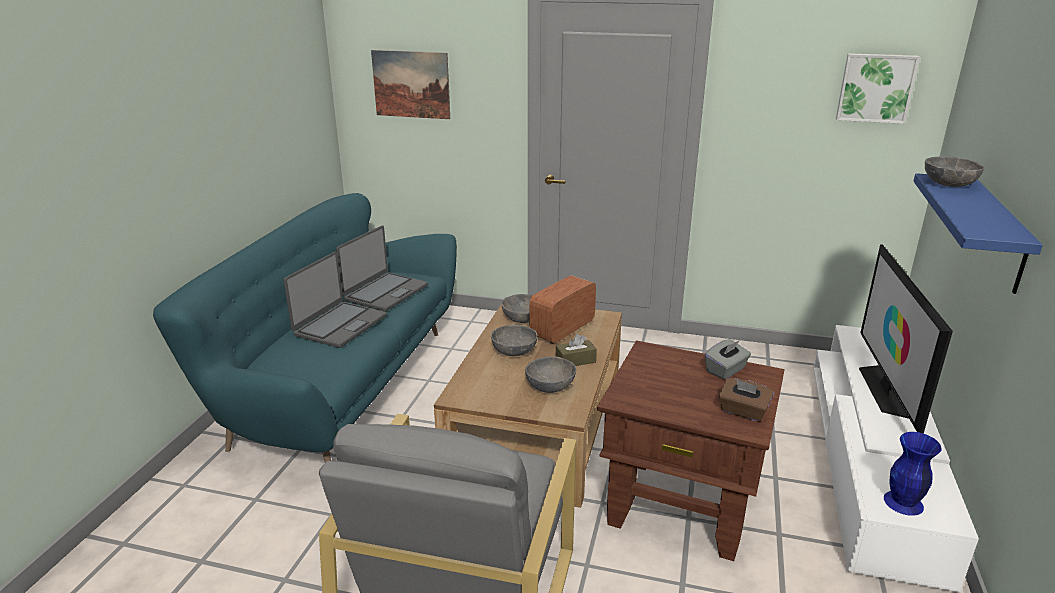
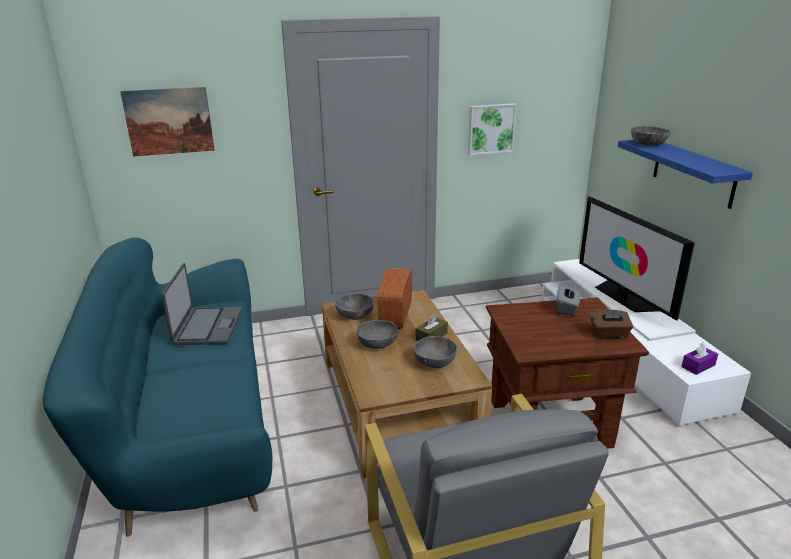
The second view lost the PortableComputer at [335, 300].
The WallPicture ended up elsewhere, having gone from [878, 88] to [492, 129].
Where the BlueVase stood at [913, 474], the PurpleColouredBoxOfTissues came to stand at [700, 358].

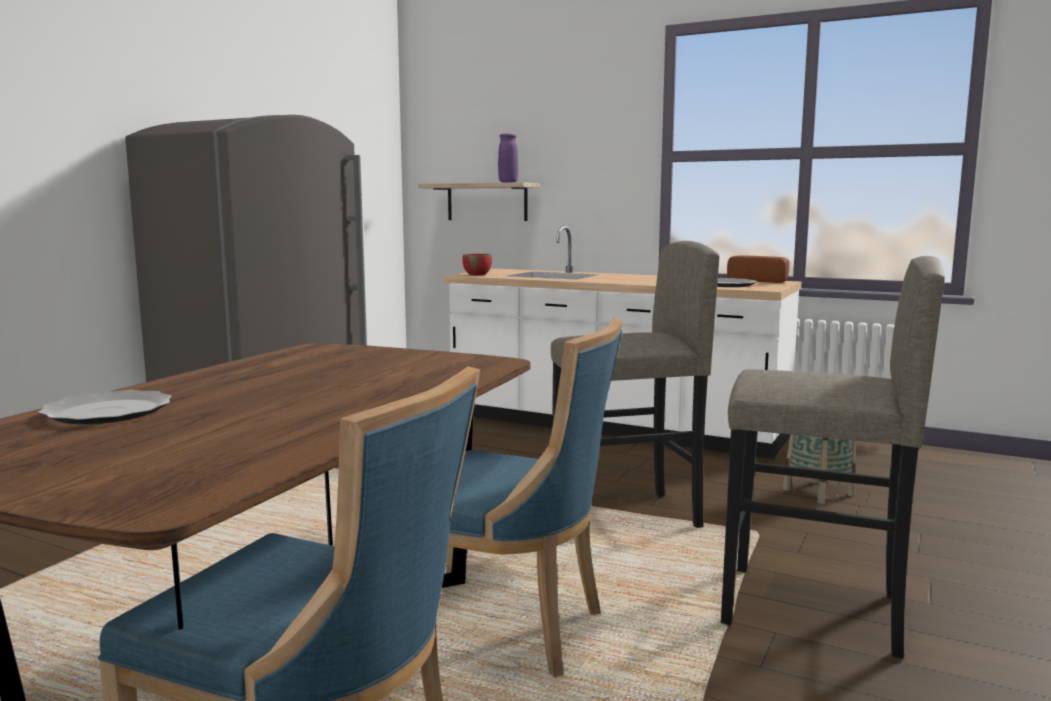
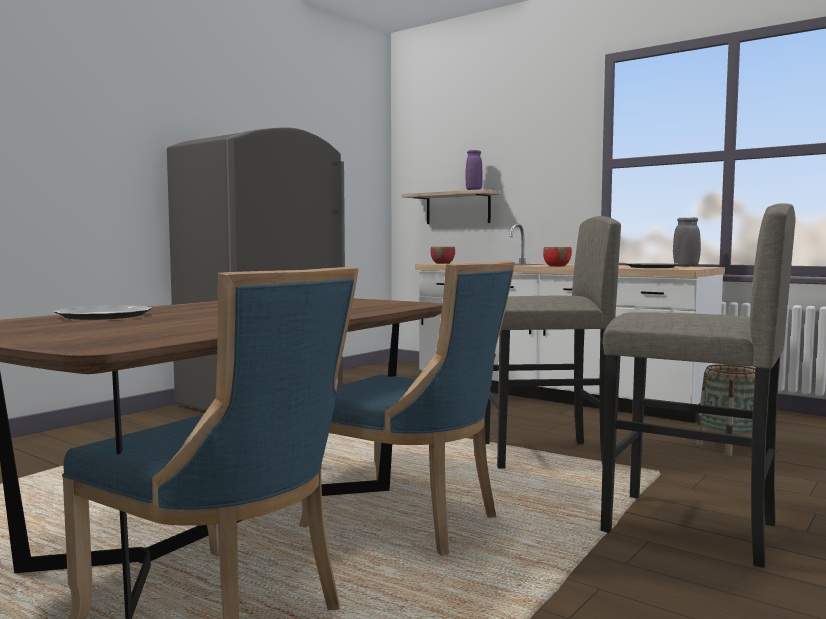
The second view gained the RedColouredBowl at [557, 256].
Where the BakedBread stood at [758, 269], the GrayVase came to stand at [687, 242].

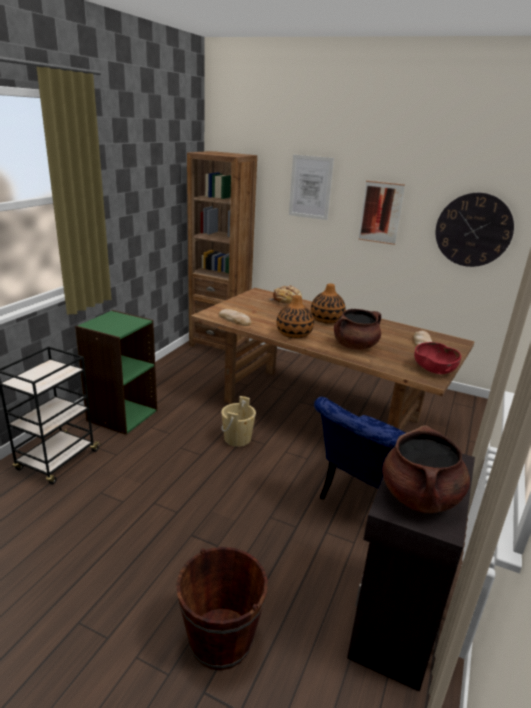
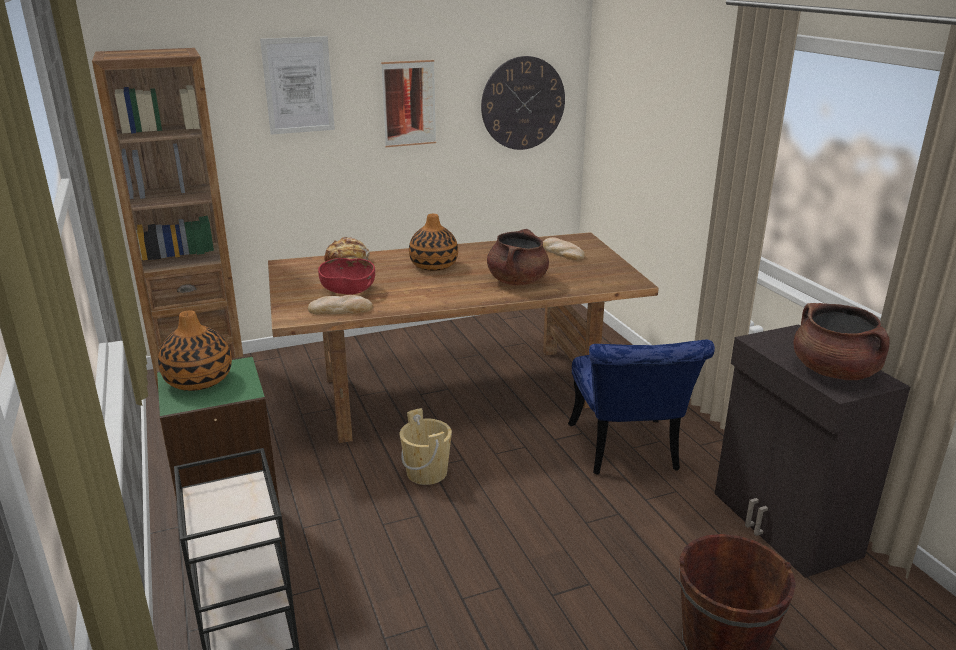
The Vase ended up elsewhere, having gone from [295, 316] to [195, 351].
The RedColouredBowl ended up elsewhere, having gone from [437, 358] to [346, 276].

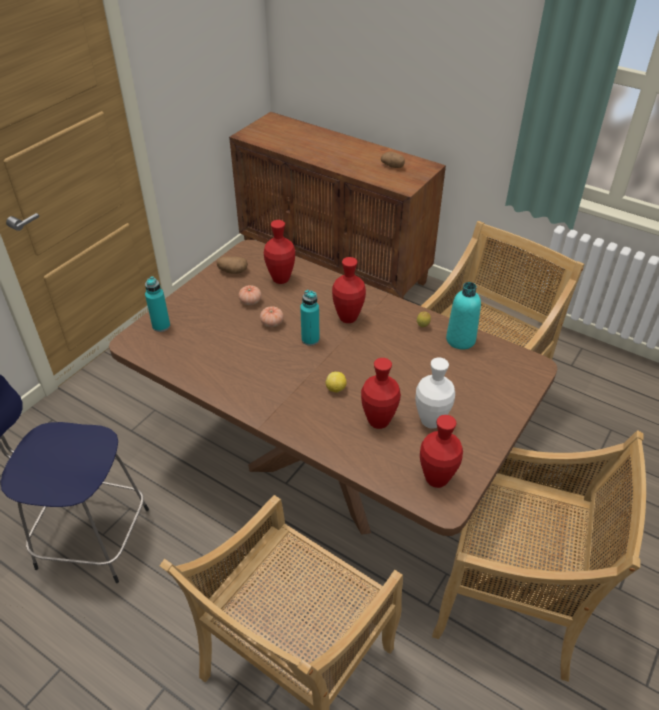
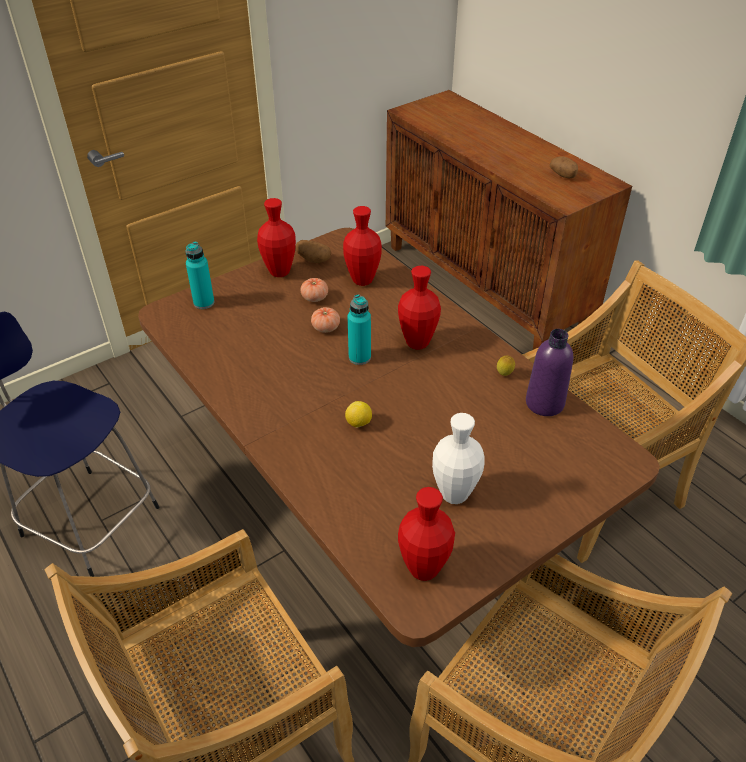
The RedColouredVase ended up elsewhere, having gone from [381, 393] to [276, 237].
What was the BlueGreenBottle at [463, 315] turned into the PurpleColouredBottle at [549, 372].

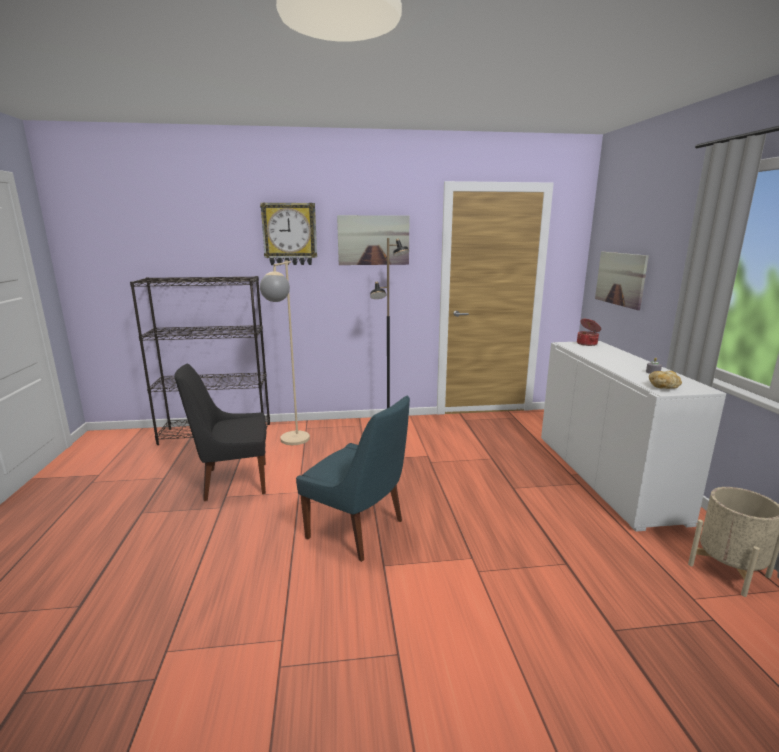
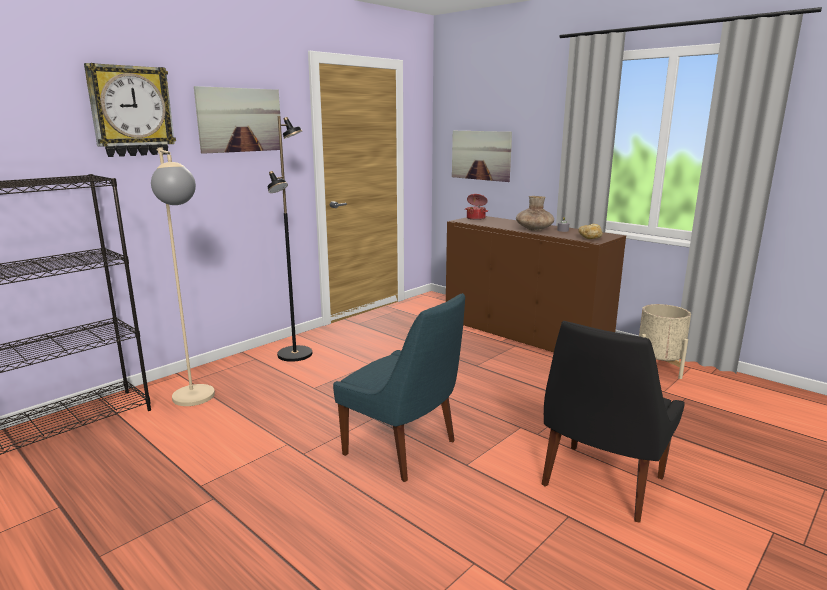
The second view gained the BrownColouredVase at [535, 213].
The BlackColouredPlainChair ended up elsewhere, having gone from [220, 432] to [613, 422].
What was the WhiteColouredCupboard at [633, 436] turned into the BrownColouredCupboard at [536, 284].
The BluePlainChair at [353, 479] ended up facing another way, 45 degrees clockwise from before.

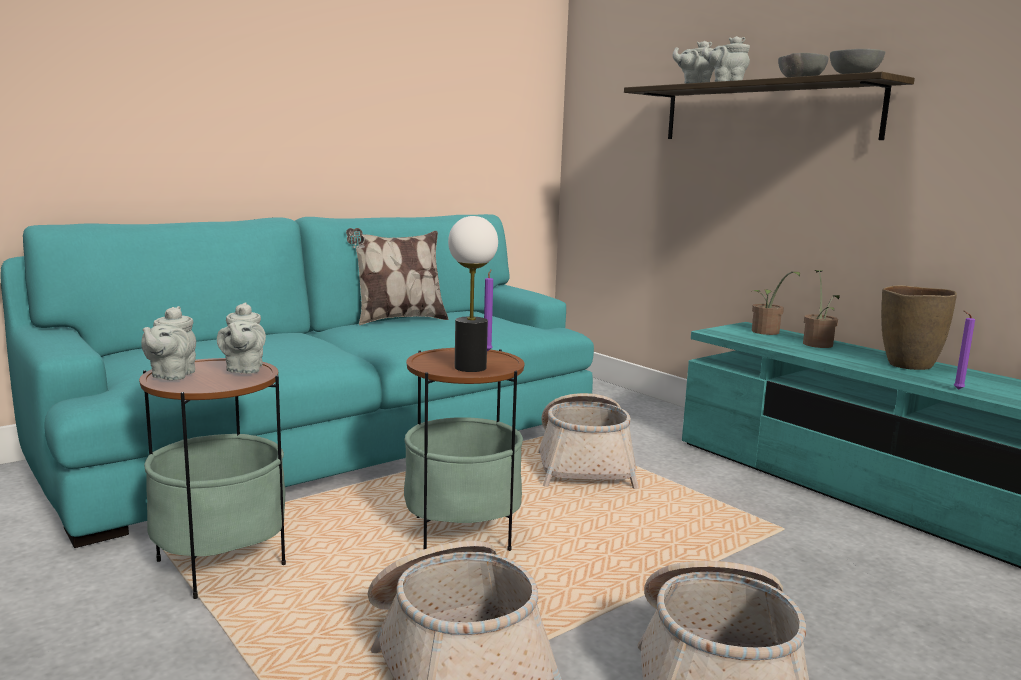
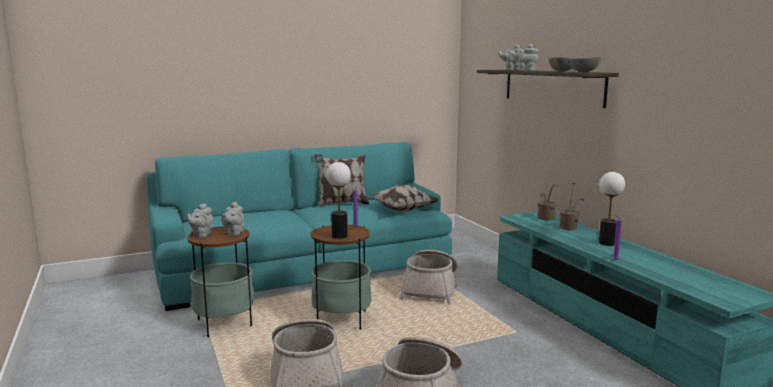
The second view gained the ThrowPillow at [402, 198].
Where the BrownColouredVase stood at [919, 327], the TableLamp came to stand at [612, 209].

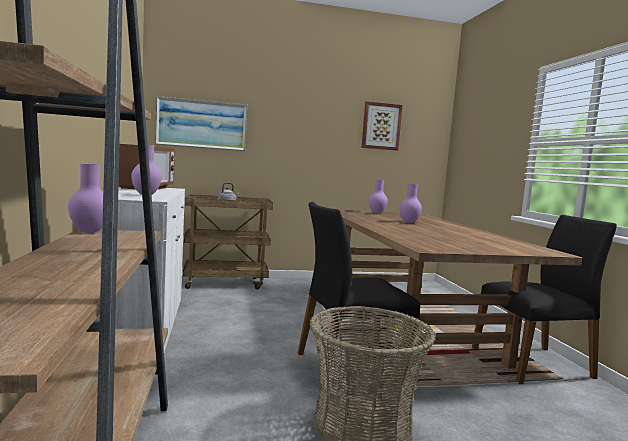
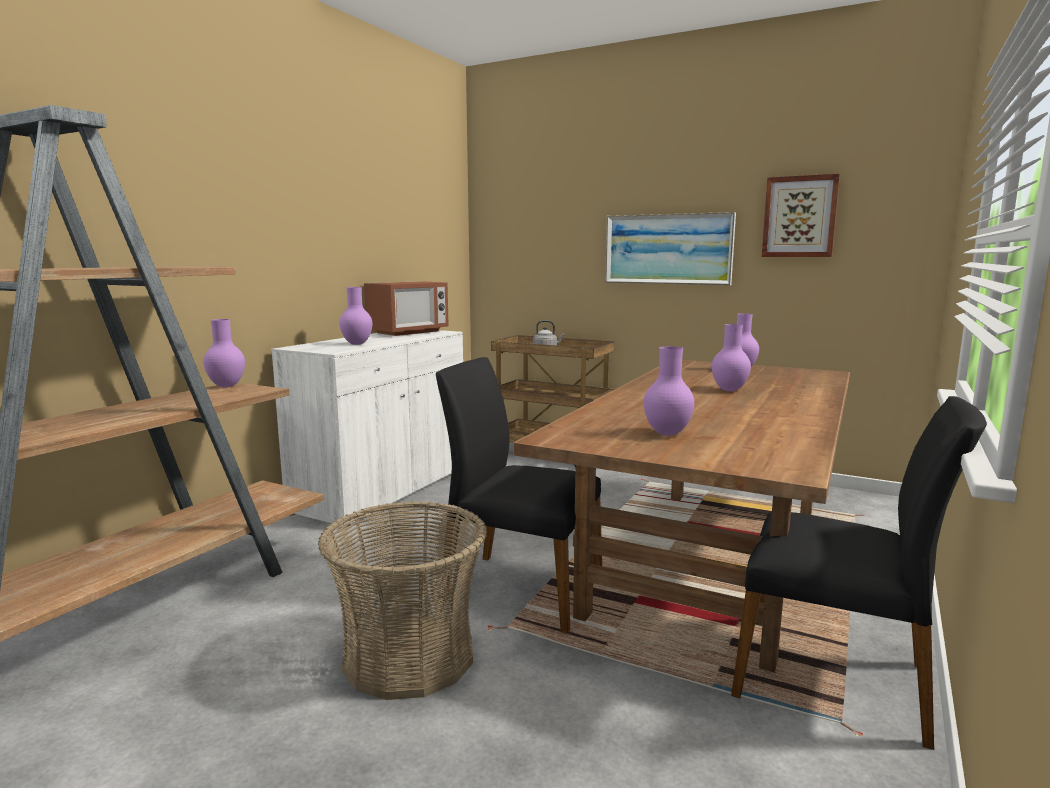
The second view gained the PurpleColouredVase at [669, 391].
The WallPicture ended up elsewhere, having gone from [201, 123] to [670, 248].

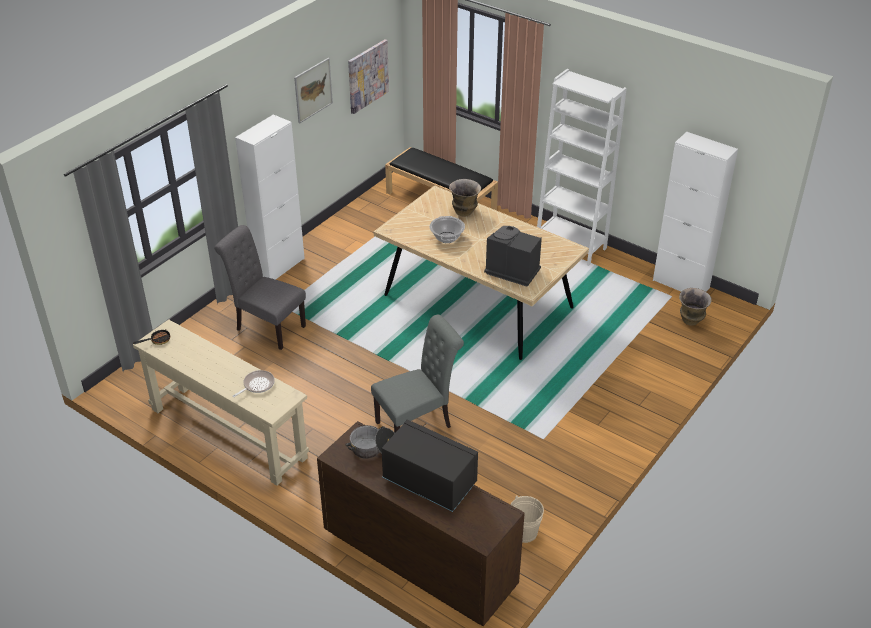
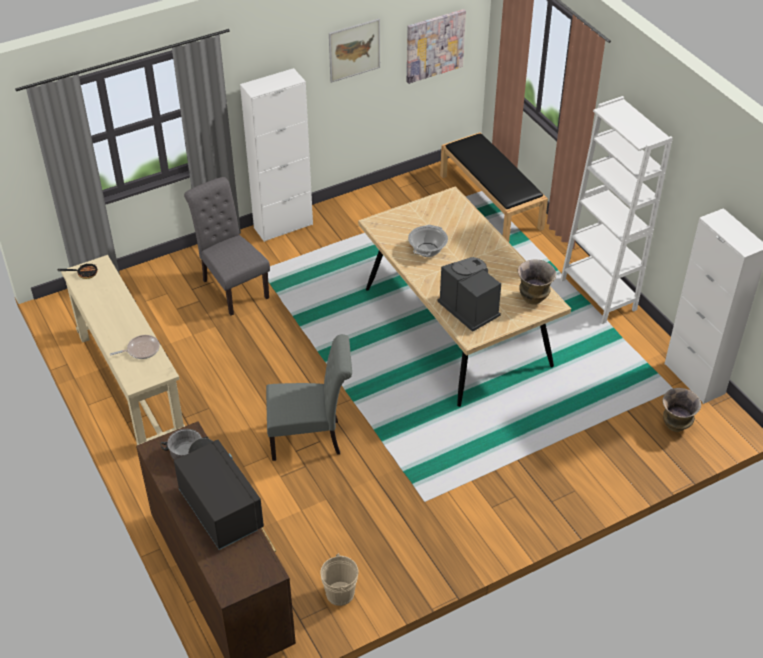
The Vase ended up elsewhere, having gone from [465, 197] to [537, 282].

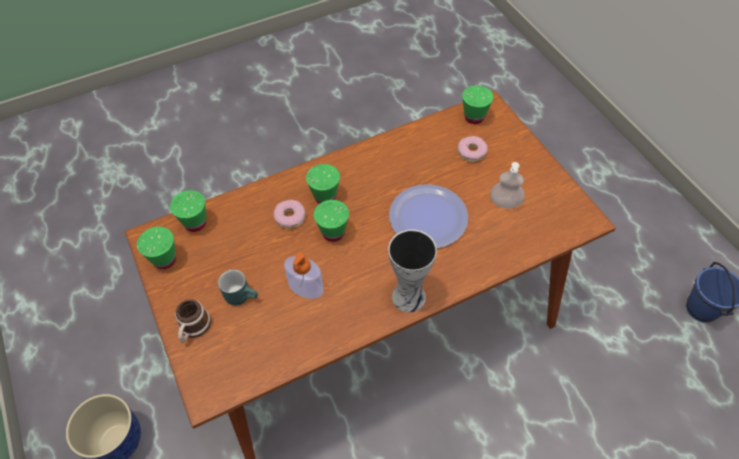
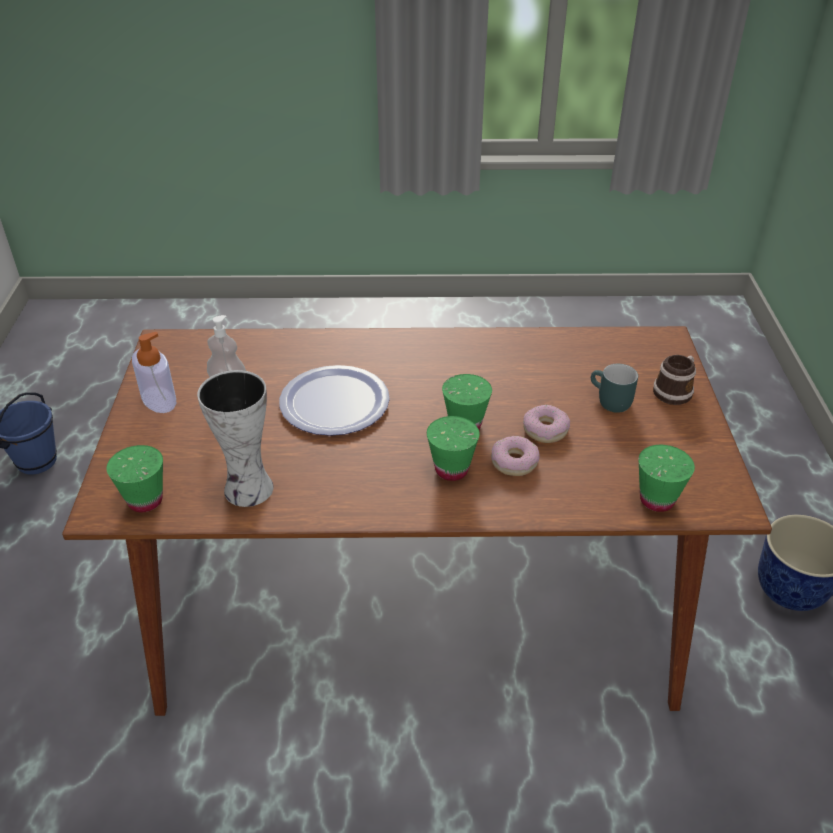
The second view lost the GreenishSmallCup at [156, 248].
The LiquidSoapBottle ended up elsewhere, having gone from [304, 275] to [154, 372].
The Vase ended up elsewhere, having gone from [412, 270] to [235, 438].
The Doughnut ended up elsewhere, having gone from [473, 149] to [546, 424].

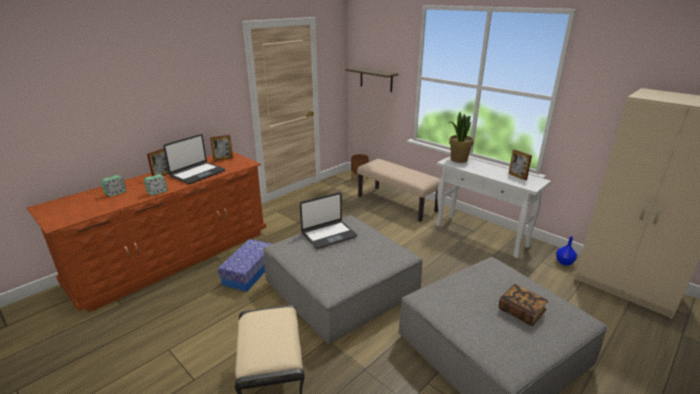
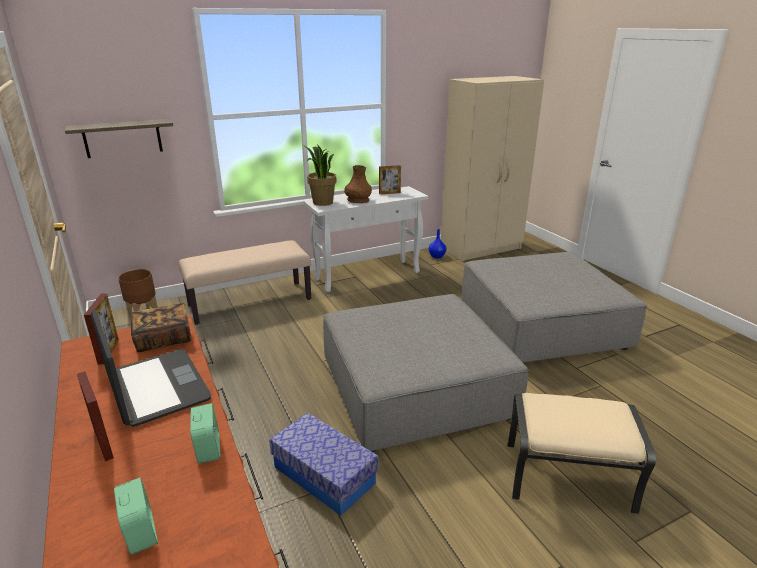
The second view lost the PortableComputer at [329, 221].
The second view gained the BrownColouredVase at [358, 184].
The BoundBook ended up elsewhere, having gone from [523, 305] to [161, 327].

